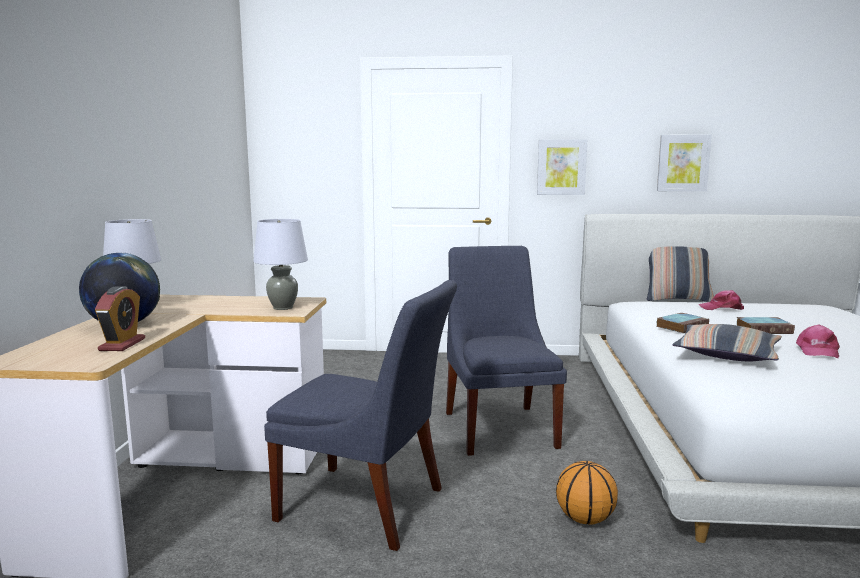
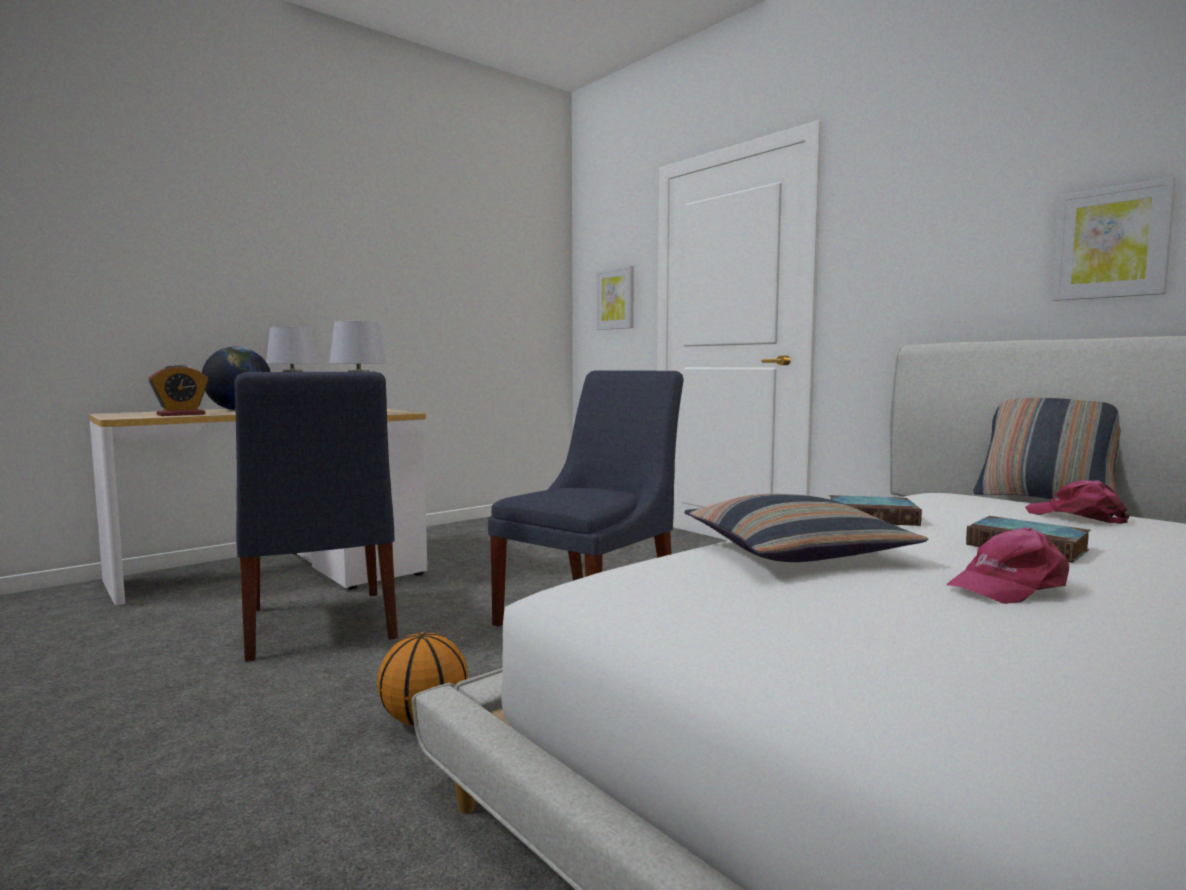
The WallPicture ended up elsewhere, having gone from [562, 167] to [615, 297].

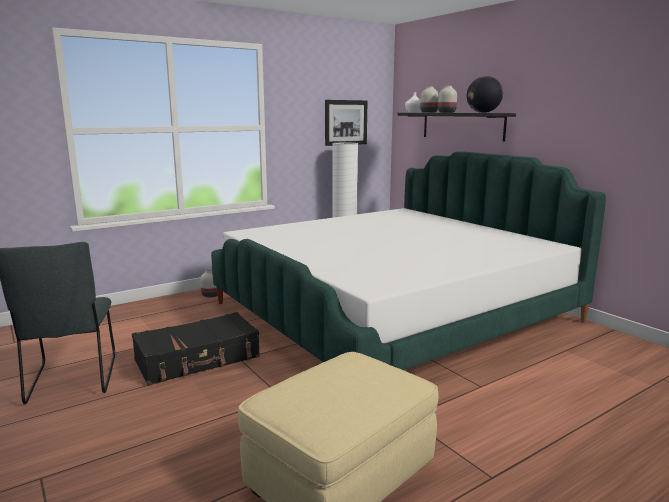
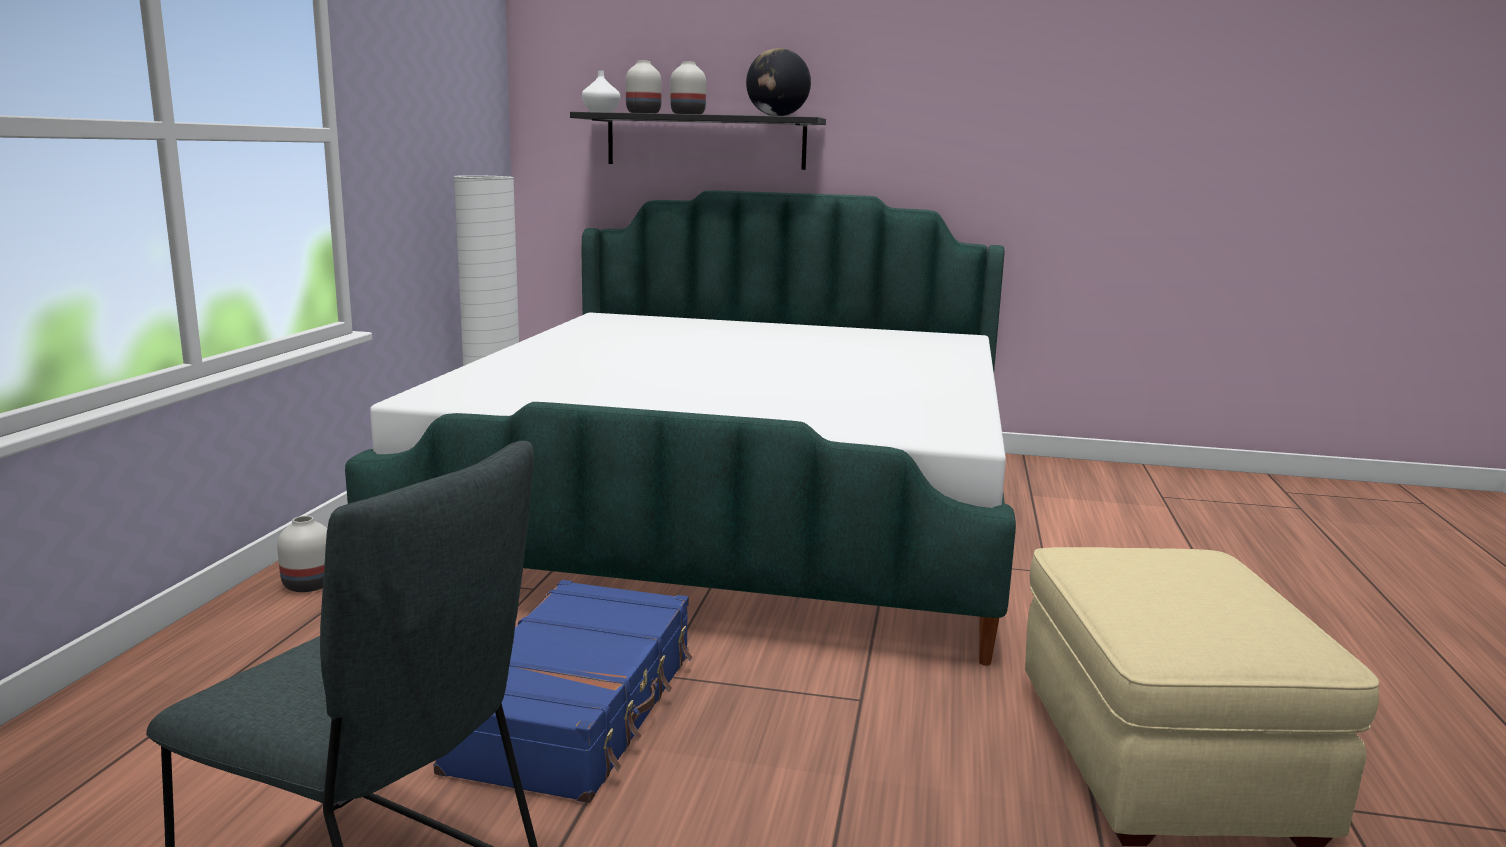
The second view lost the WallPicture at [346, 123].
What was the BlackColouredSuitcase at [196, 348] turned into the BlueSuitcase at [563, 691].

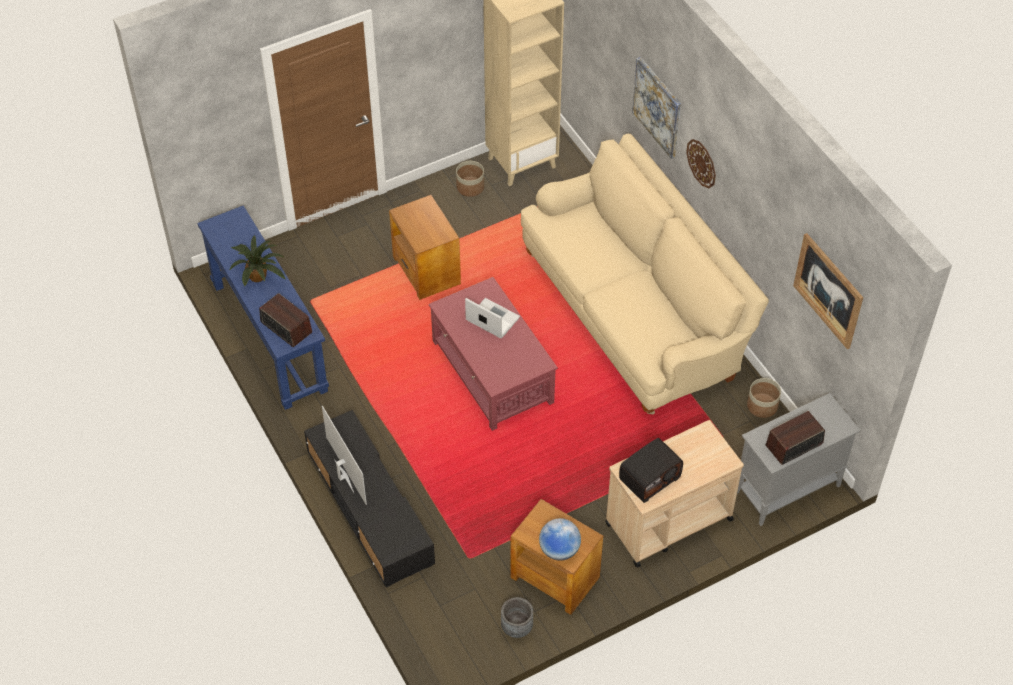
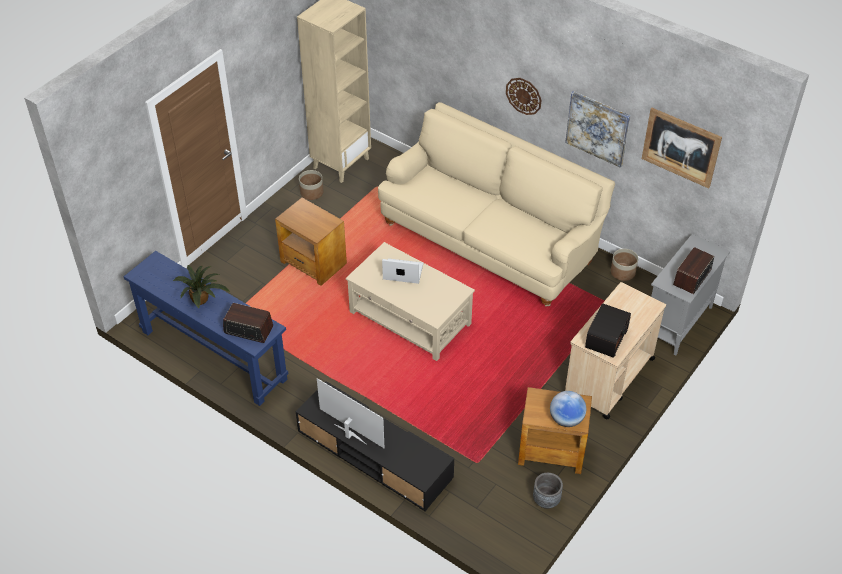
The WallPicture ended up elsewhere, having gone from [656, 108] to [597, 129].
What was the RedColouredLowTable at [493, 354] turned into the SandColouredLowTable at [410, 301].

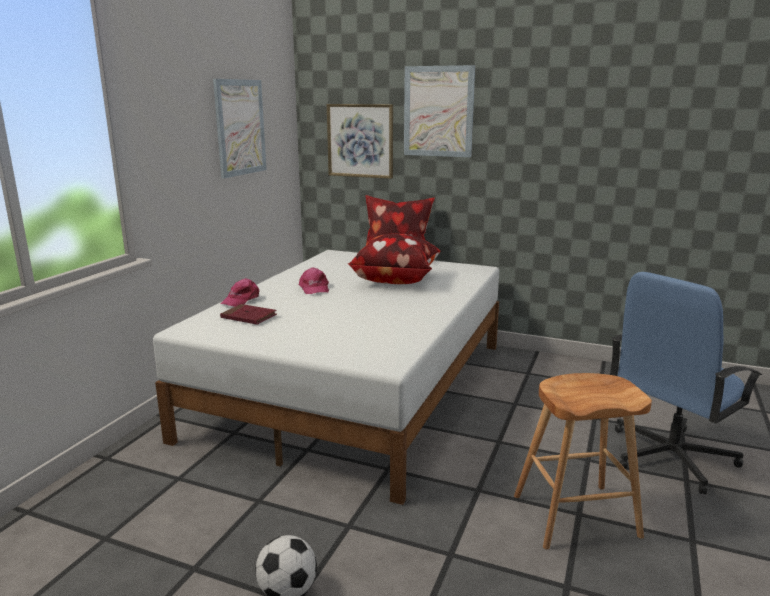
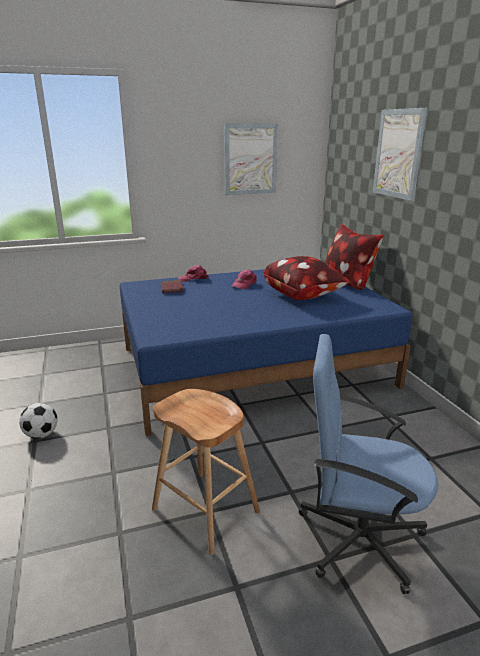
The second view lost the WallPicture at [360, 141].
What was the WhiteColouredBedroomBed at [326, 377] turned into the BlueBedroomBed at [265, 352].

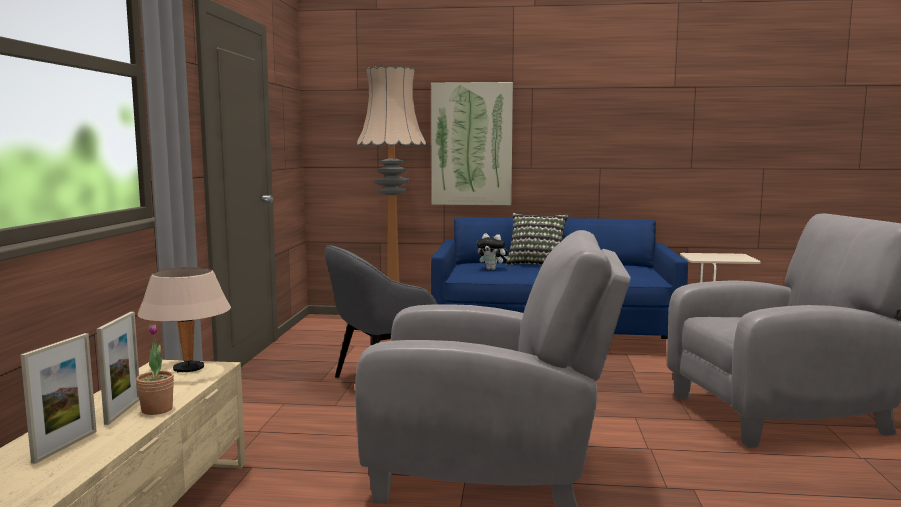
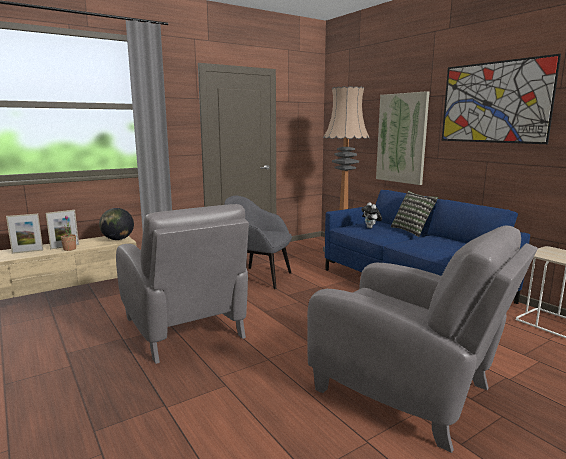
The second view gained the WallPicture at [501, 99].
Where the SandColouredTableLamp stood at [184, 319], the WorldGlobe came to stand at [116, 224].

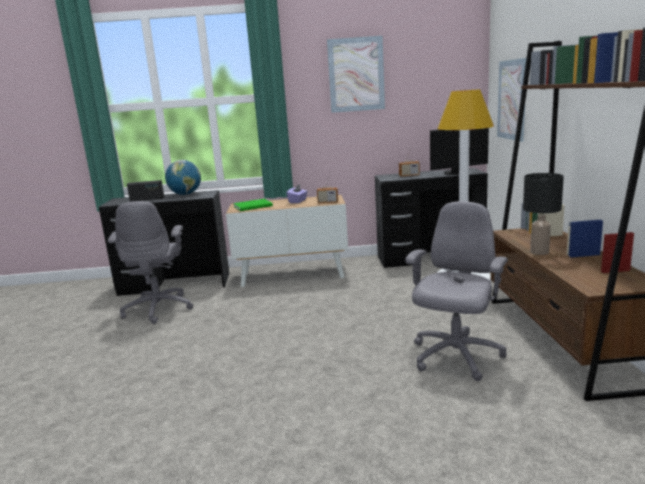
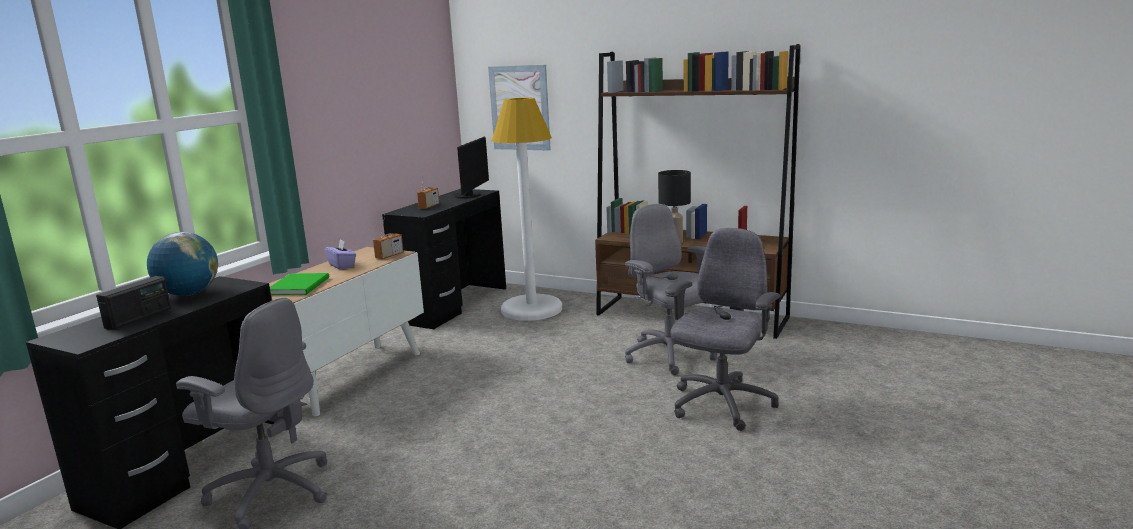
The second view lost the WallPicture at [356, 74].
The second view gained the GrayDeskChair at [723, 329].

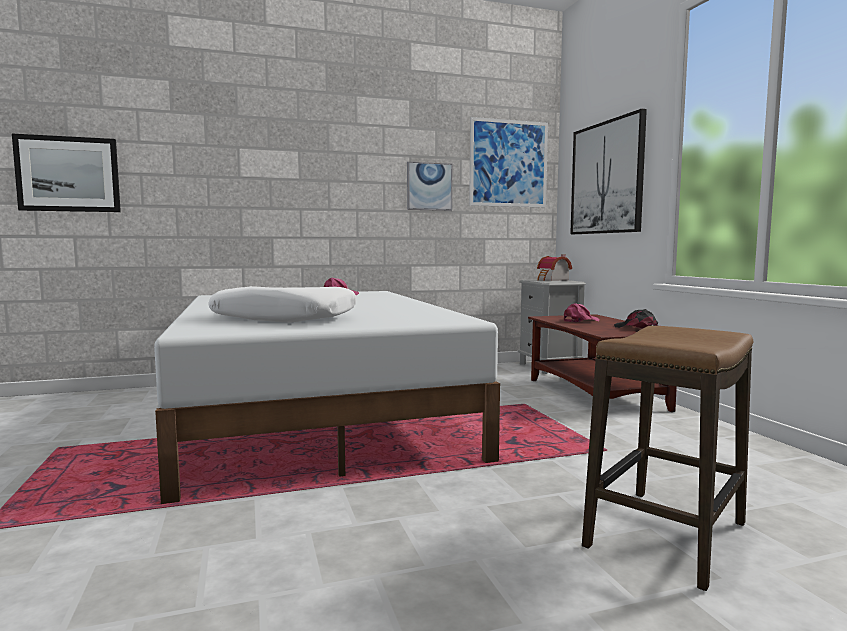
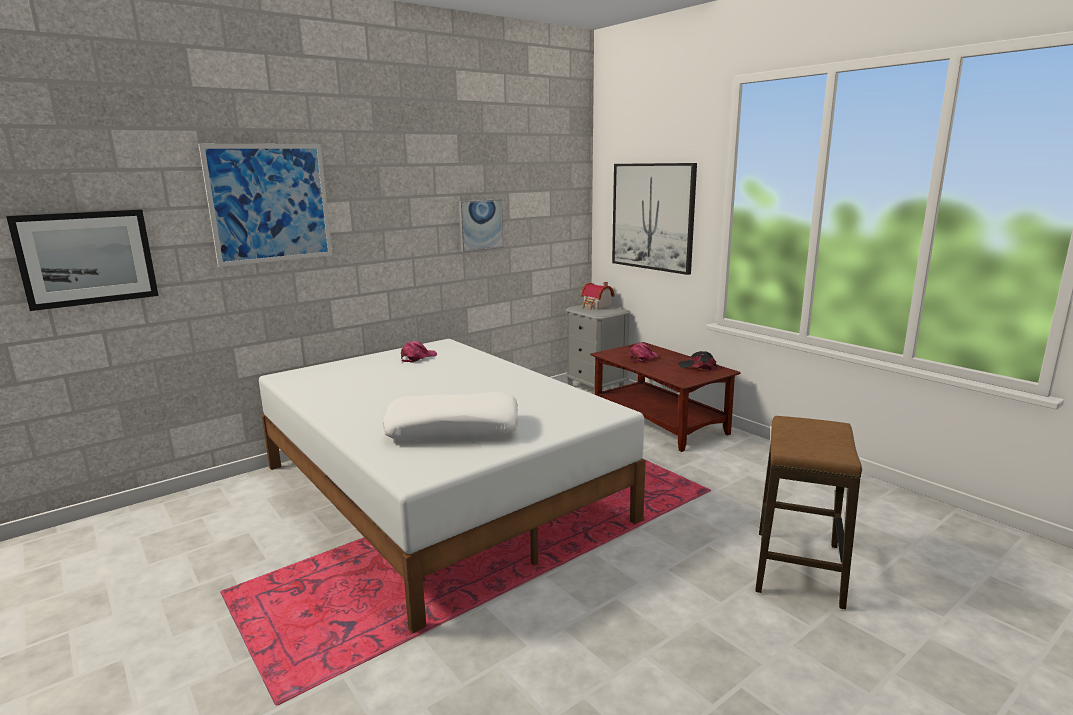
The WallPicture ended up elsewhere, having gone from [508, 162] to [266, 205].

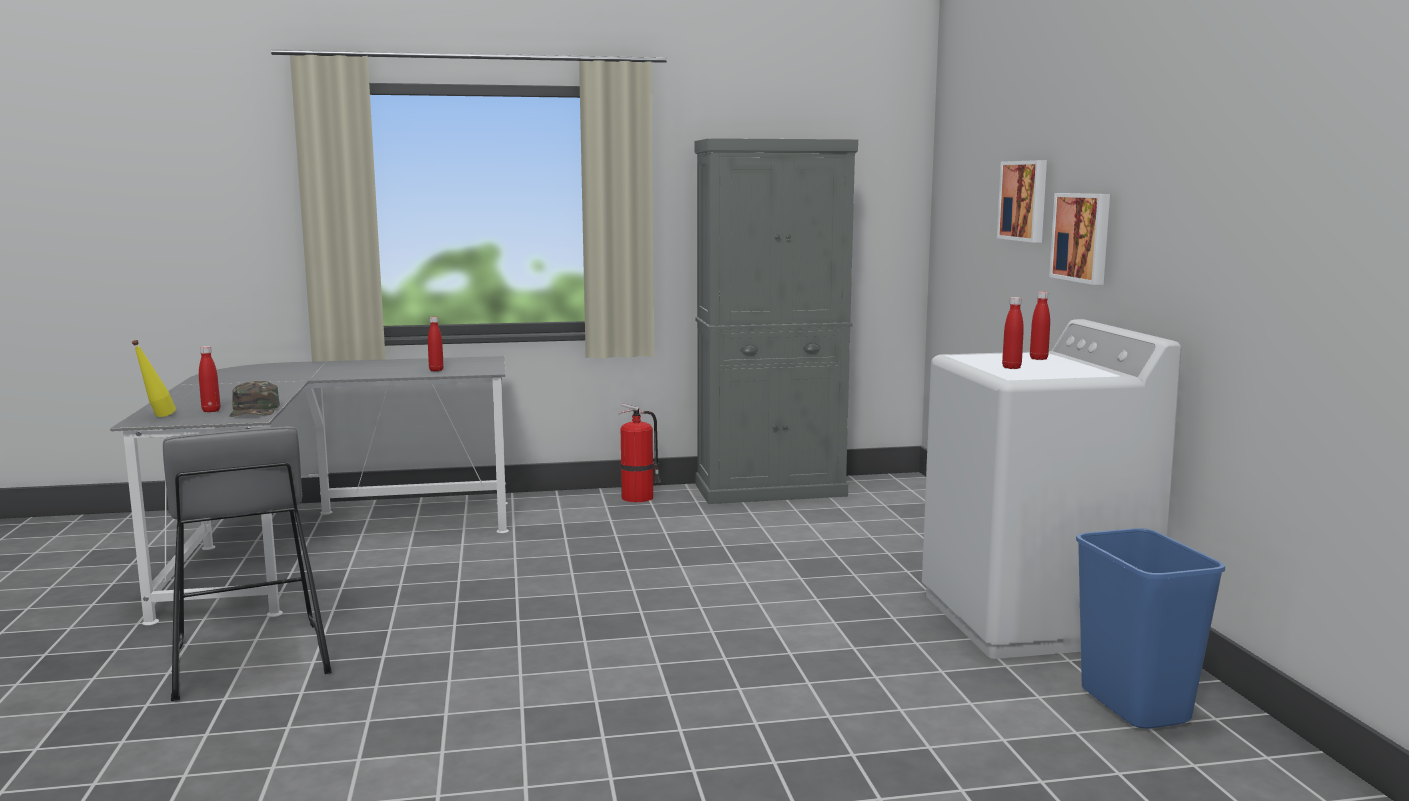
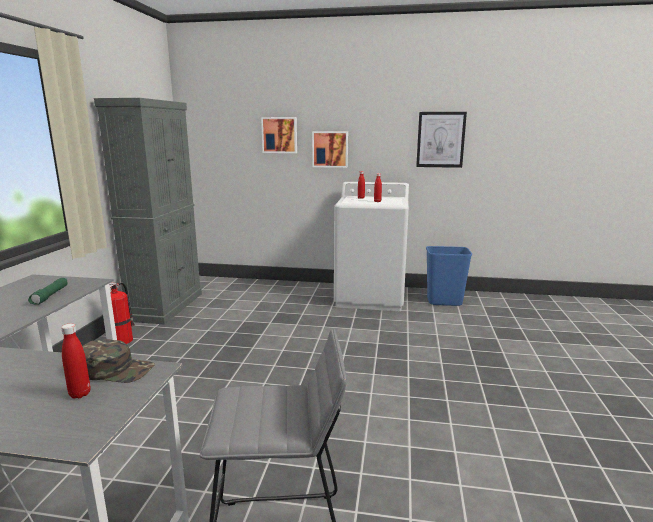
The second view lost the YellowishBottle at [154, 378].
The second view gained the WallPicture at [441, 140].
Where the RedColouredBottle stood at [436, 344], the GreenishHandTorch came to stand at [48, 291].

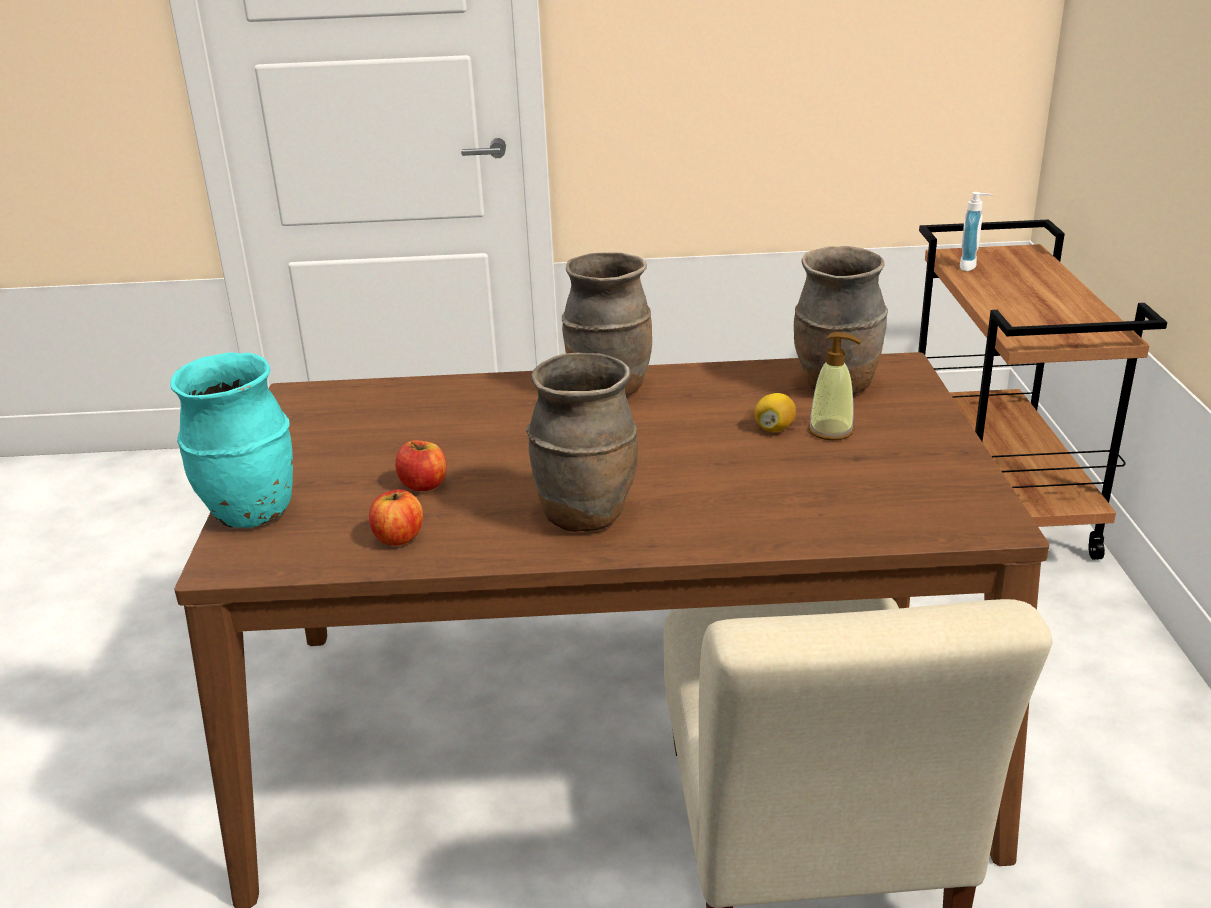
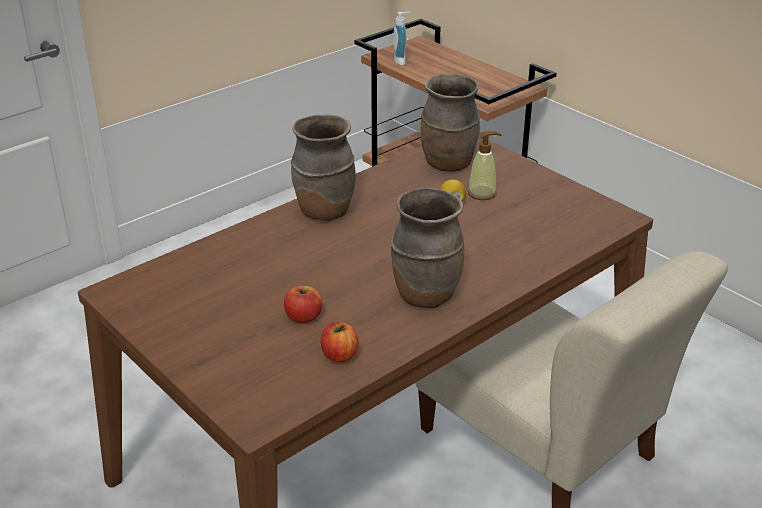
The second view lost the BlueGreenVase at [231, 440].

